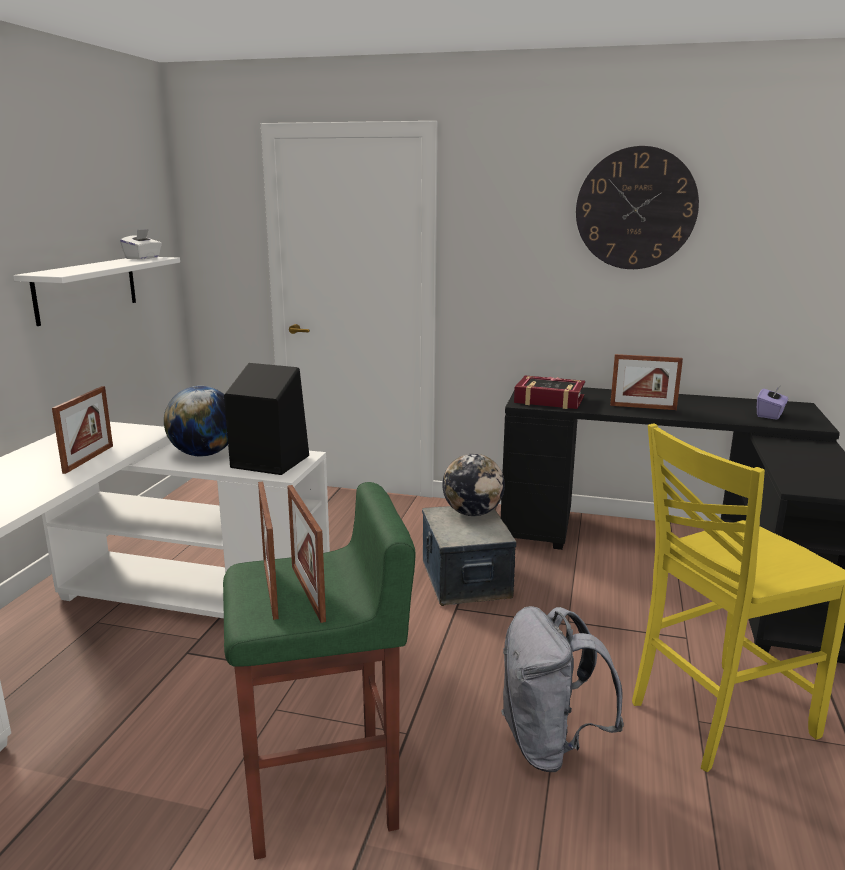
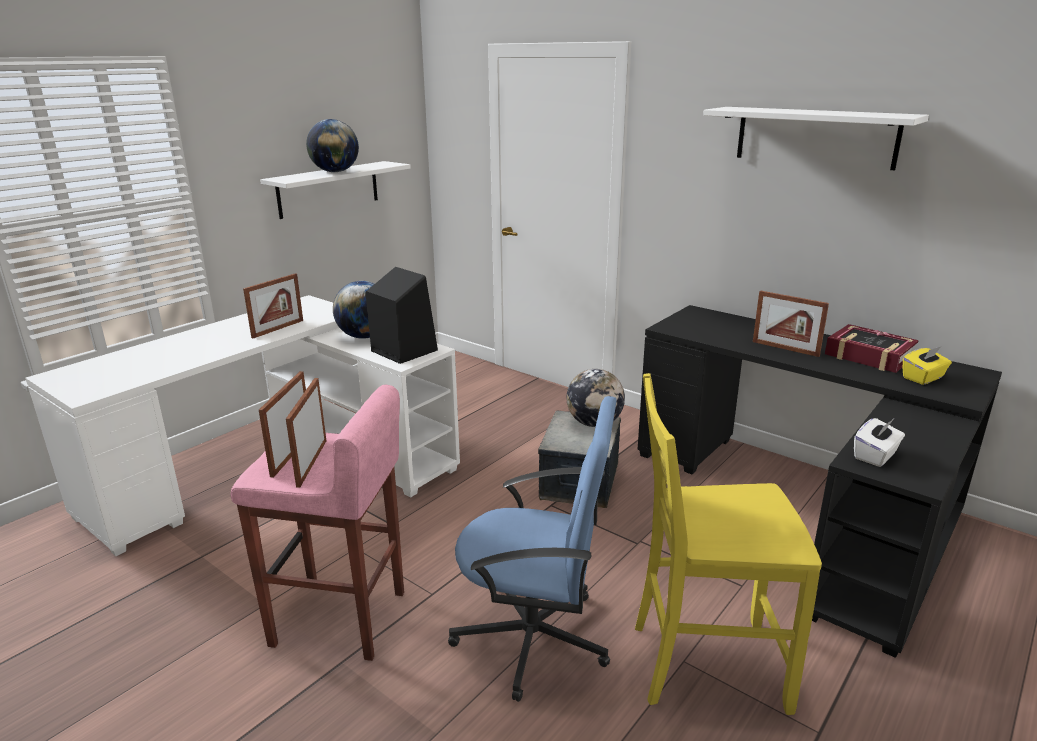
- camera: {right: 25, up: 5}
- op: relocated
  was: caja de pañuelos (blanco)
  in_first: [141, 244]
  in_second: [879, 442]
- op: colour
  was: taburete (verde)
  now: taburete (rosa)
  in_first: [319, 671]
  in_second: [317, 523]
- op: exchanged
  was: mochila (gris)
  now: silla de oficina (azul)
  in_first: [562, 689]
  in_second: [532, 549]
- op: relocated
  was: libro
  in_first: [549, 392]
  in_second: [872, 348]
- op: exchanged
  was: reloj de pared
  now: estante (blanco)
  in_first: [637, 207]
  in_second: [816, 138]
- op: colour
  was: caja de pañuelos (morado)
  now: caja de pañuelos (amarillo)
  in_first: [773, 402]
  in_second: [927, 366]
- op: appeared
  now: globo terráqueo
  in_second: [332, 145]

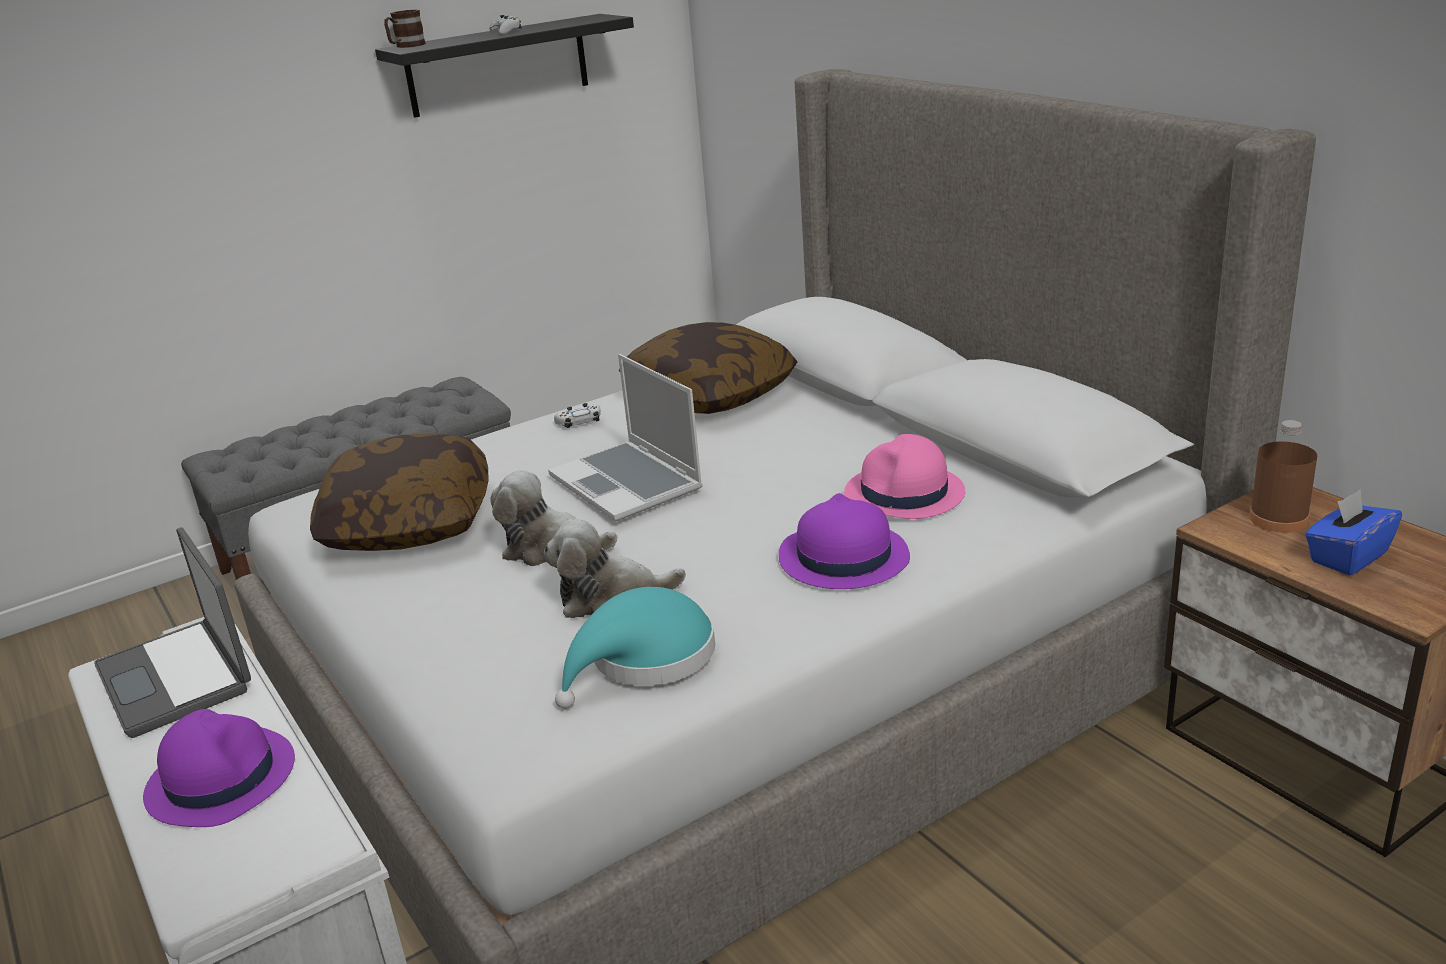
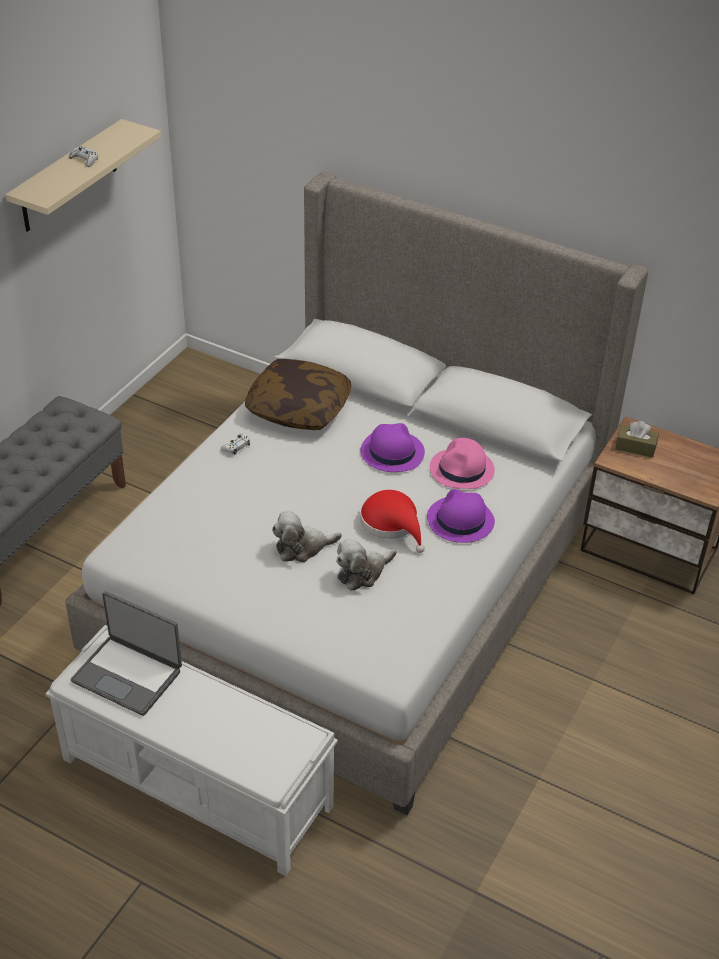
- camera: {right: -30, up: 15}
- op: relocated
  was: sombrero (morado)
  in_first: [219, 768]
  in_second: [393, 447]
- op: missing
  was: cojín
  in_first: [399, 492]
- op: colour
  was: estante (negro)
  now: estante (beis)
  in_first: [504, 66]
  in_second: [83, 175]
- op: missing
  was: taza grande (marrón)
  in_first: [405, 29]
- op: missing
  was: portátil
  in_first: [625, 437]
- op: missing
  was: sombrero (turquesa)
  in_first: [635, 648]
- op: exchanged
  was: botella (marrón)
  now: caja de pañuelos (marrón)
  in_first: [1283, 476]
  in_second: [637, 439]
- op: missing
  was: caja de pañuelos (azul)
  in_first: [1353, 532]
- op: appeared
  now: sombrero (rojo)
  in_second: [392, 521]

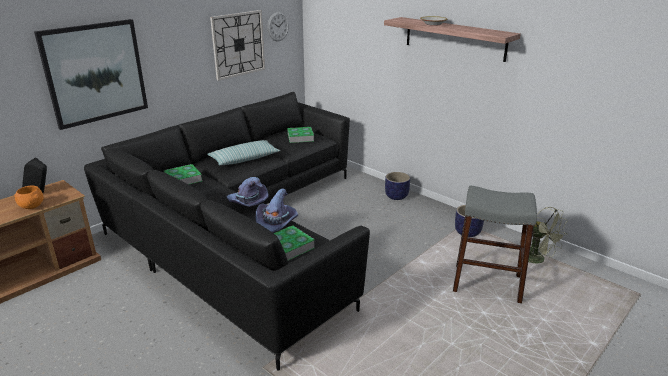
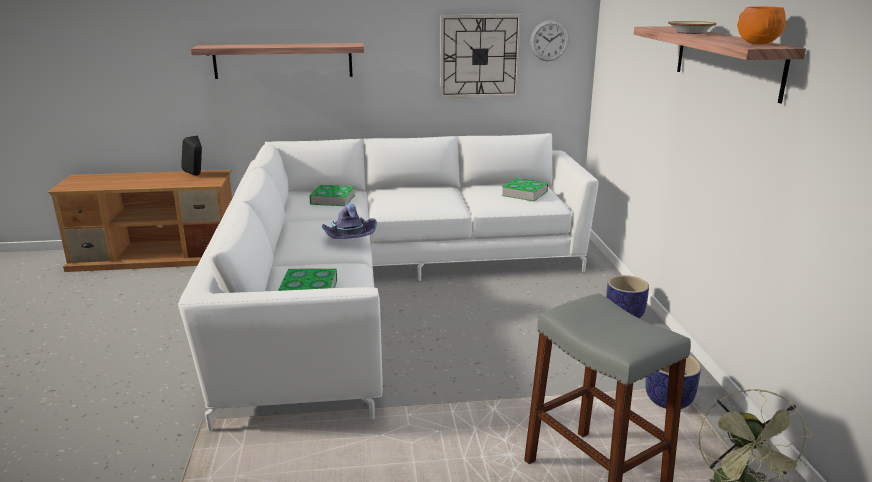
- camera: {right: 40, up: -5}
- op: relocated
  was: cuenco (naranja)
  in_first: [29, 197]
  in_second: [761, 26]
- op: exchanged
  was: cuadro
  now: estante
  in_first: [91, 74]
  in_second: [277, 61]
- op: colour
  was: sofá (negro)
  now: sofá (blanco)
  in_first: [227, 231]
  in_second: [388, 282]
- op: missing
  was: cojín
  in_first: [243, 152]
- op: missing
  was: sombrero (morado)
  in_first: [276, 210]

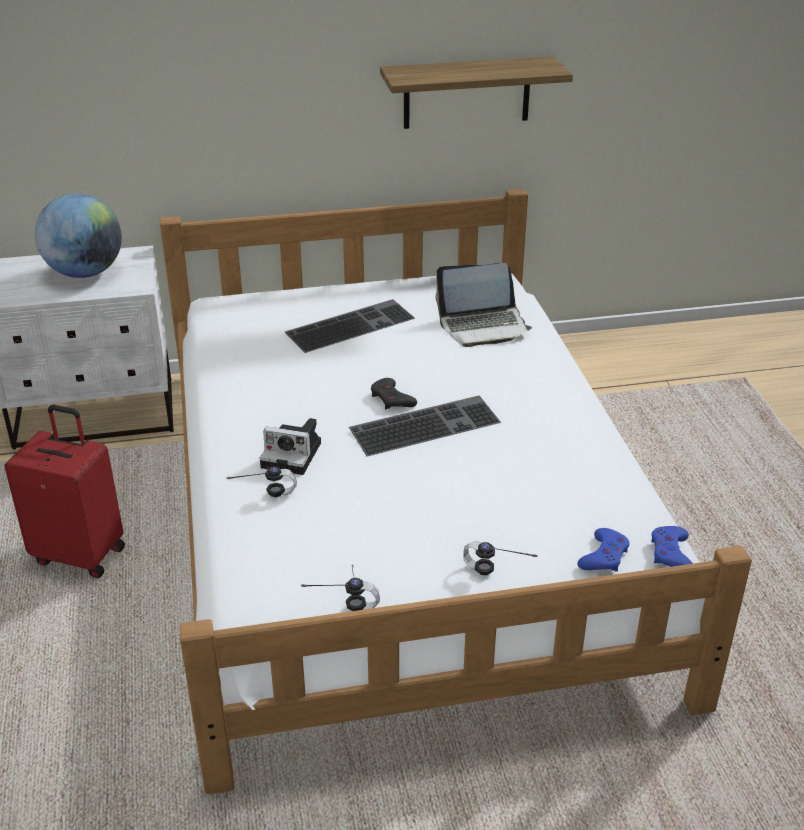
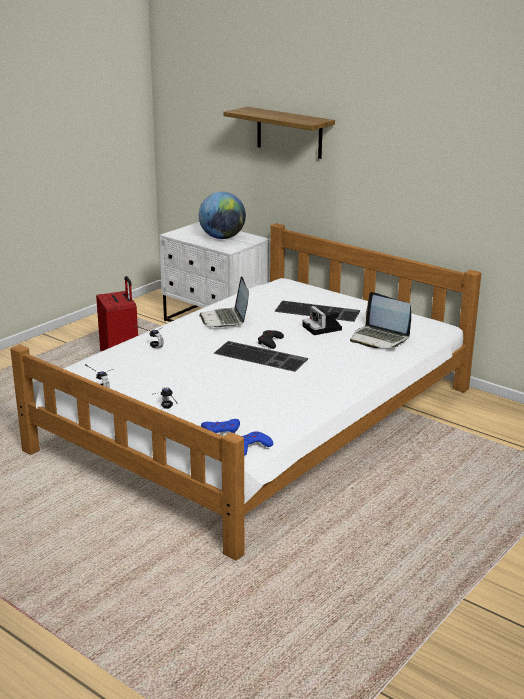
- camera: {right: 50, up: -10}
- op: relocated
  was: cámara
  in_first: [290, 446]
  in_second: [322, 320]
- op: relocated
  was: estante
  in_first: [476, 92]
  in_second: [279, 133]
- op: appeared
  now: portátil
  in_second: [224, 302]

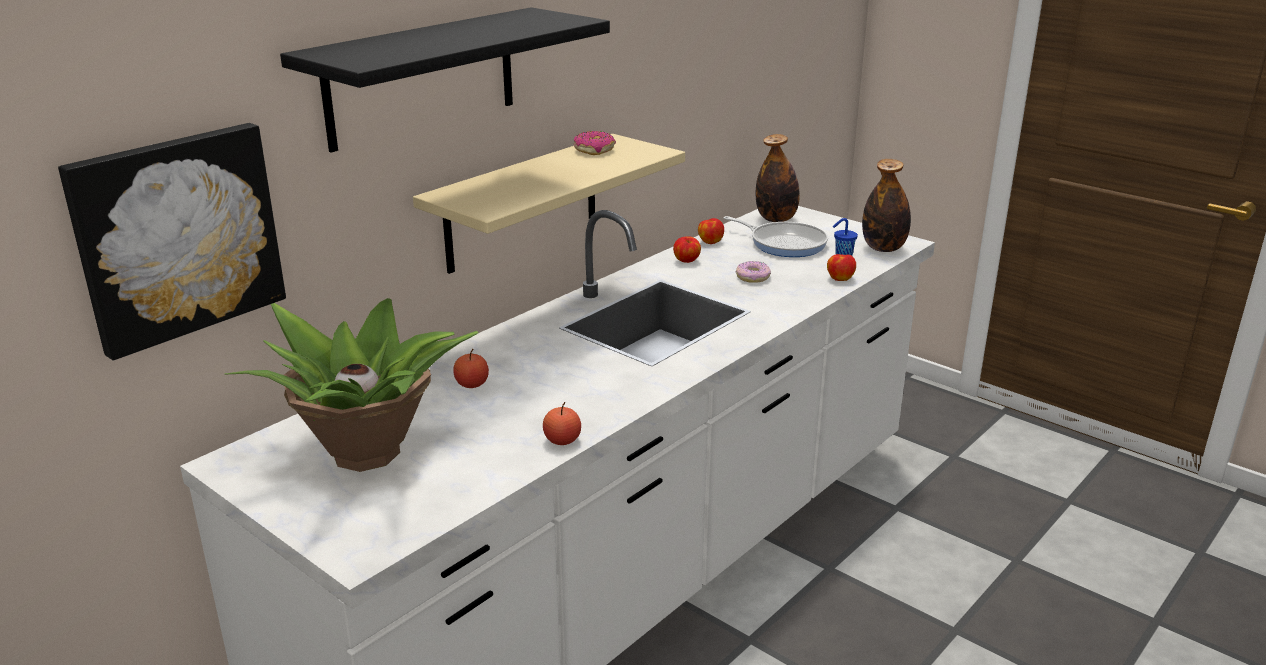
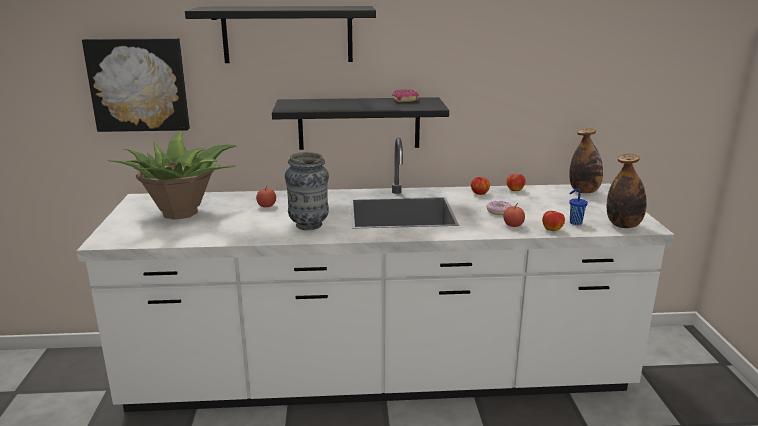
- camera: {right: 45, up: -5}
- op: colour
  was: estante (beis)
  now: estante (negro)
  in_first: [549, 204]
  in_second: [360, 123]
- op: relocated
  was: manzana
  in_first: [562, 423]
  in_second: [514, 215]
- op: missing
  was: sartén
  in_first: [775, 236]
- op: appeared
  now: florero
  in_second: [307, 191]

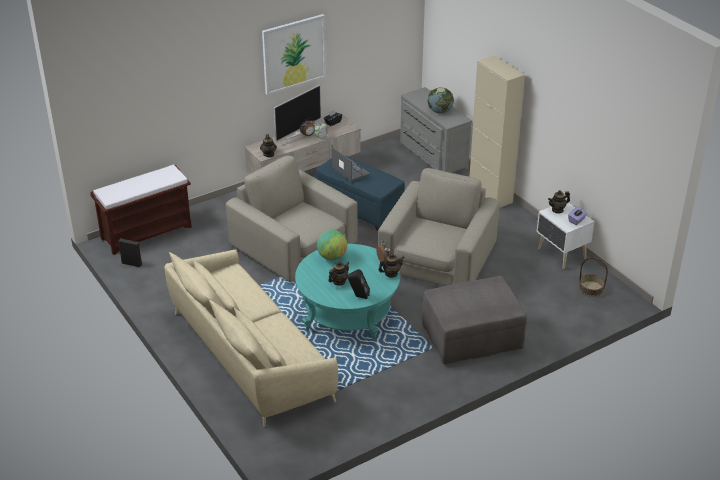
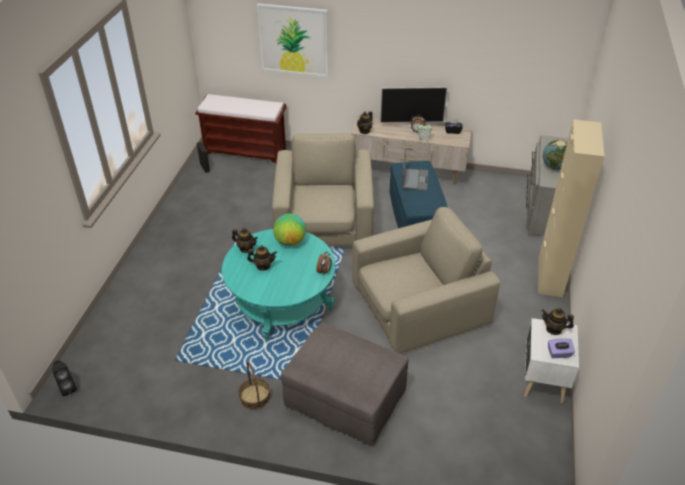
- camera: {right: 45, up: 5}
- op: missing
  was: sofá (beis)
  in_first: [251, 338]
- op: relocated
  was: cuadro
  in_first: [294, 54]
  in_second: [293, 40]
- op: relocated
  was: altavoz (negro)
  in_first: [358, 284]
  in_second: [64, 378]
- op: relocated
  was: tetera
  in_first: [391, 266]
  in_second: [245, 240]
- op: relocated
  was: cesta
  in_first: [593, 277]
  in_second: [254, 385]

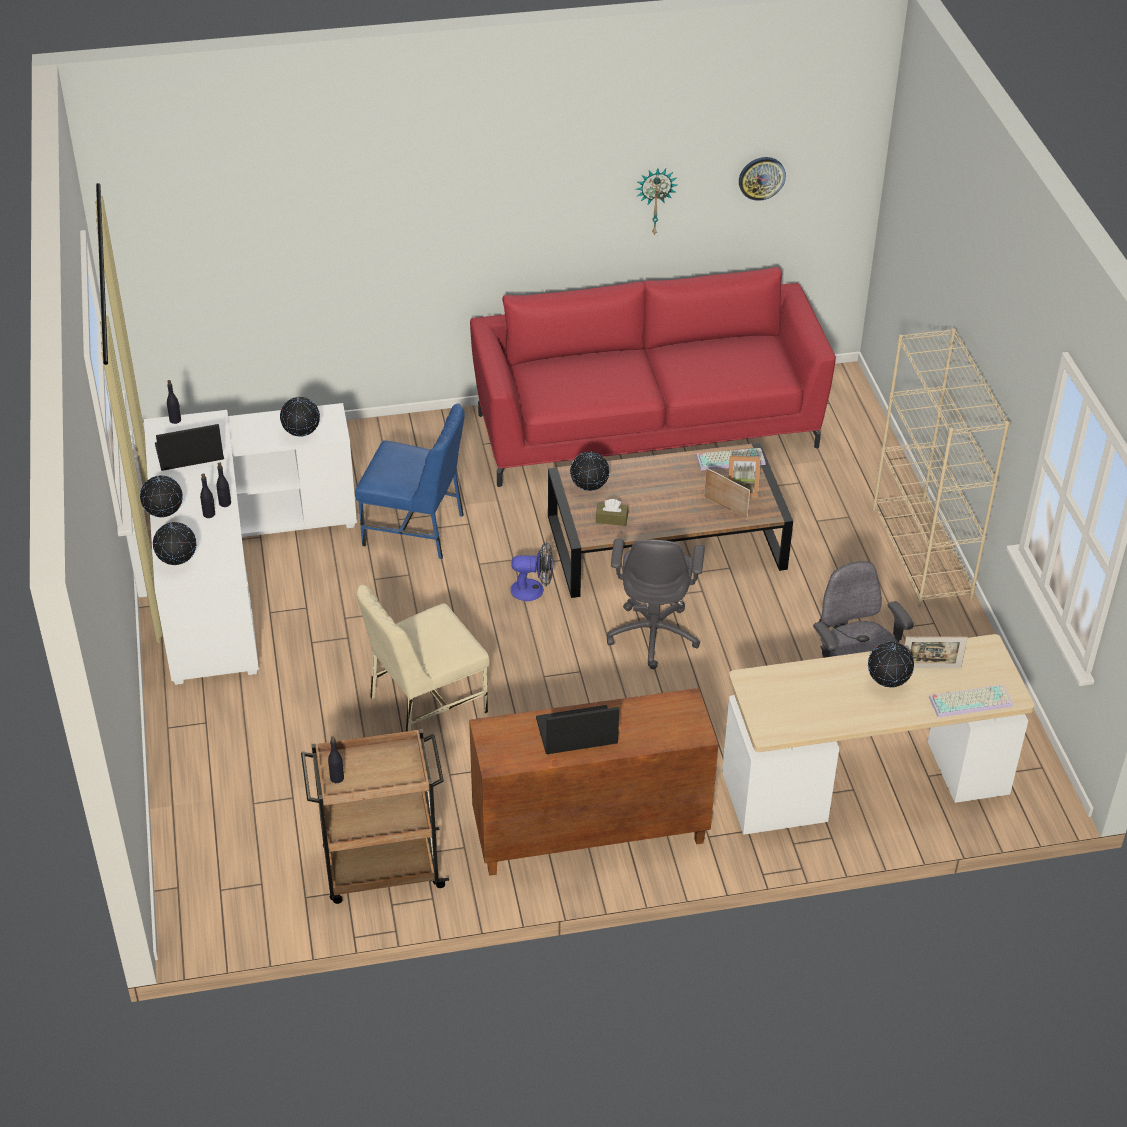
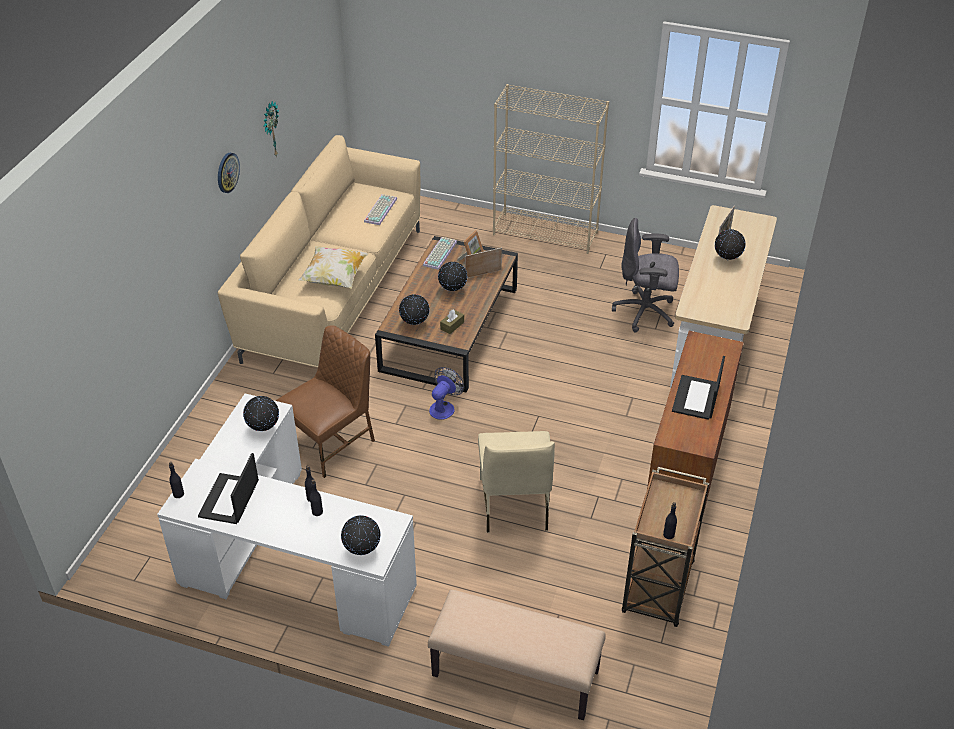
- camera: {right: -60, up: 0}
- op: relocated
  was: globo terráqueo
  in_first: [161, 496]
  in_second: [452, 276]
- op: colour
  was: silla (azul)
  now: silla (marrón)
  in_first: [410, 481]
  in_second: [325, 401]
- op: colour
  was: sofá (rojo)
  now: sofá (beis)
  in_first: [653, 377]
  in_second: [319, 251]
- op: missing
  was: silla de oficina (gris)
  in_first: [656, 604]
- op: relocated
  was: reloj de pared
  in_first: [762, 179]
  in_second: [229, 173]
- op: relocated
  was: teclado
  in_first: [971, 701]
  in_second: [380, 209]
- op: appeared
  now: cojín
  in_second: [333, 267]
- op: appeared
  now: banco (beis)
  in_second: [517, 655]

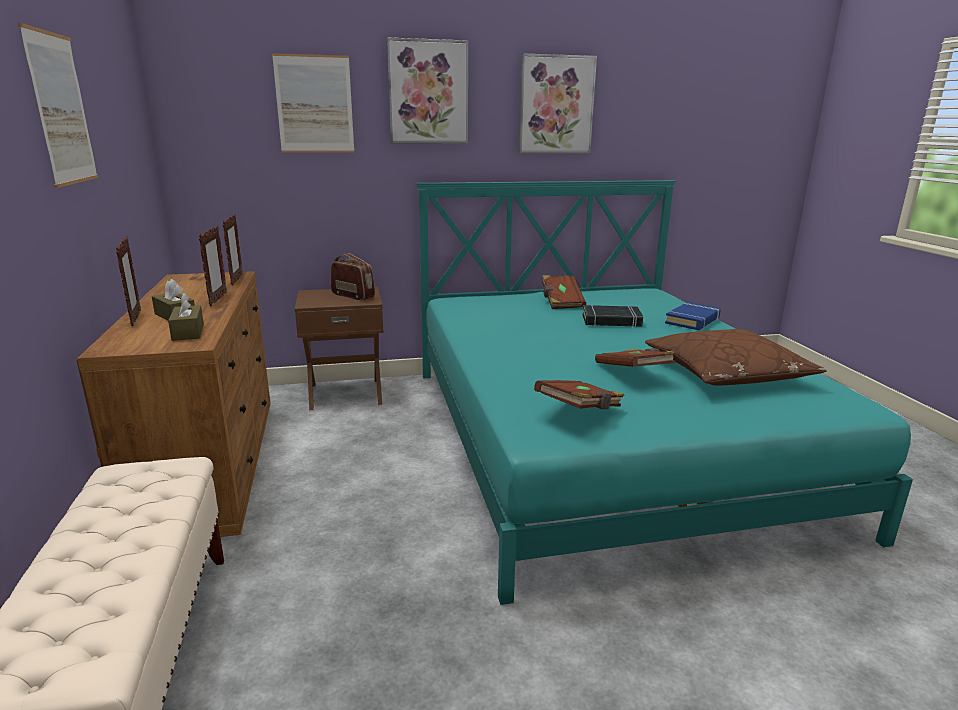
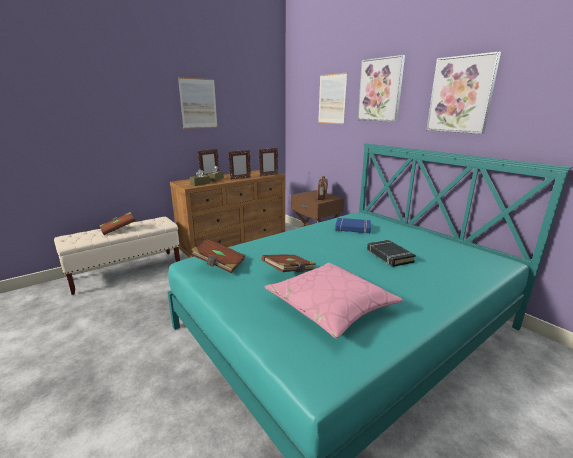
- camera: {right: 65, up: 0}
- op: relocated
  was: libro (marrón)
  in_first: [564, 292]
  in_second: [117, 223]
- op: colour
  was: cojín (marrón)
  now: cojín (rosa)
  in_first: [736, 357]
  in_second: [334, 301]
- op: relocated
  was: libro (azul)
  in_first: [693, 316]
  in_second: [353, 226]

